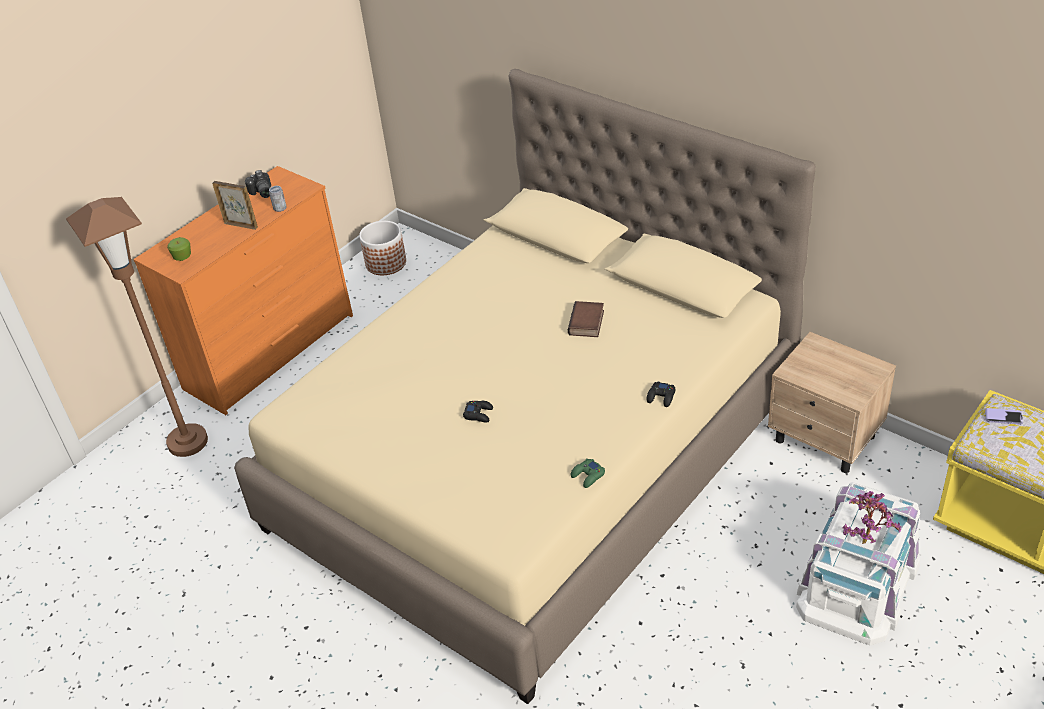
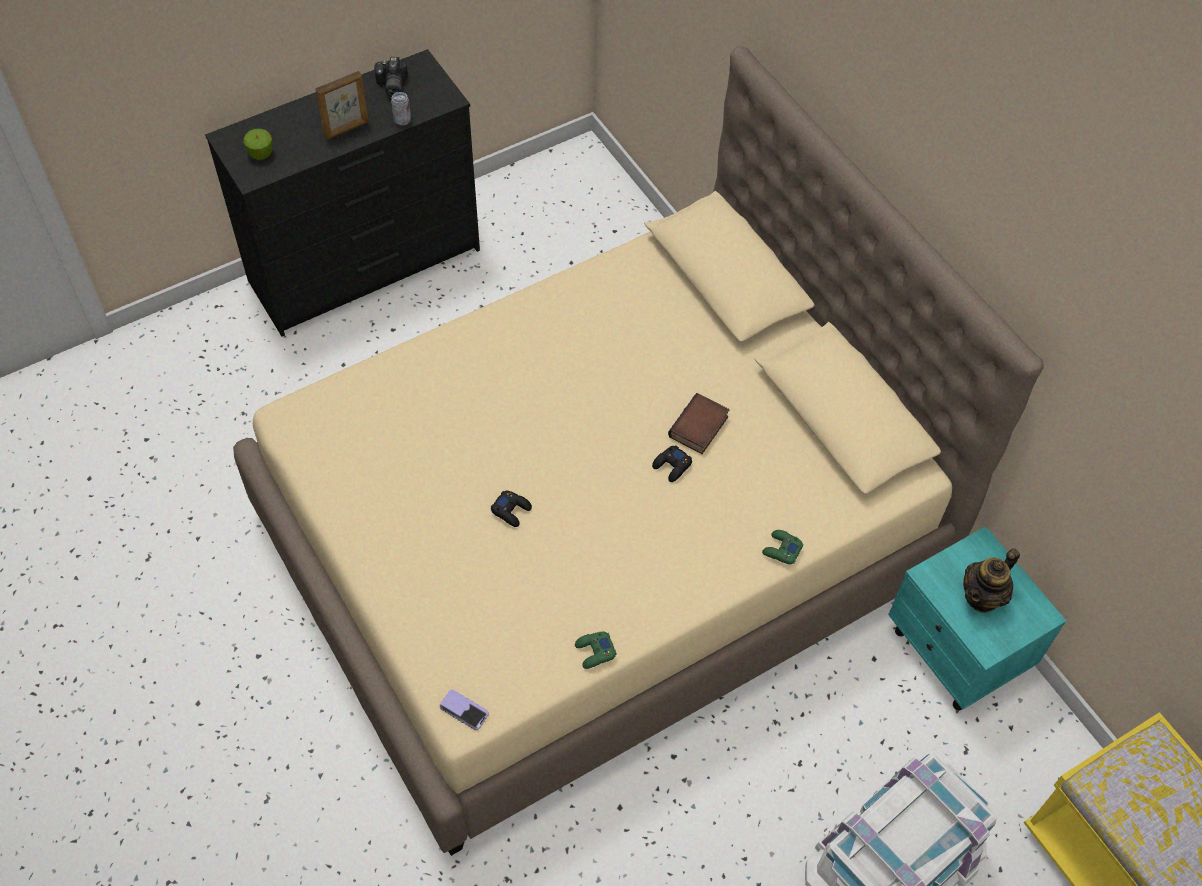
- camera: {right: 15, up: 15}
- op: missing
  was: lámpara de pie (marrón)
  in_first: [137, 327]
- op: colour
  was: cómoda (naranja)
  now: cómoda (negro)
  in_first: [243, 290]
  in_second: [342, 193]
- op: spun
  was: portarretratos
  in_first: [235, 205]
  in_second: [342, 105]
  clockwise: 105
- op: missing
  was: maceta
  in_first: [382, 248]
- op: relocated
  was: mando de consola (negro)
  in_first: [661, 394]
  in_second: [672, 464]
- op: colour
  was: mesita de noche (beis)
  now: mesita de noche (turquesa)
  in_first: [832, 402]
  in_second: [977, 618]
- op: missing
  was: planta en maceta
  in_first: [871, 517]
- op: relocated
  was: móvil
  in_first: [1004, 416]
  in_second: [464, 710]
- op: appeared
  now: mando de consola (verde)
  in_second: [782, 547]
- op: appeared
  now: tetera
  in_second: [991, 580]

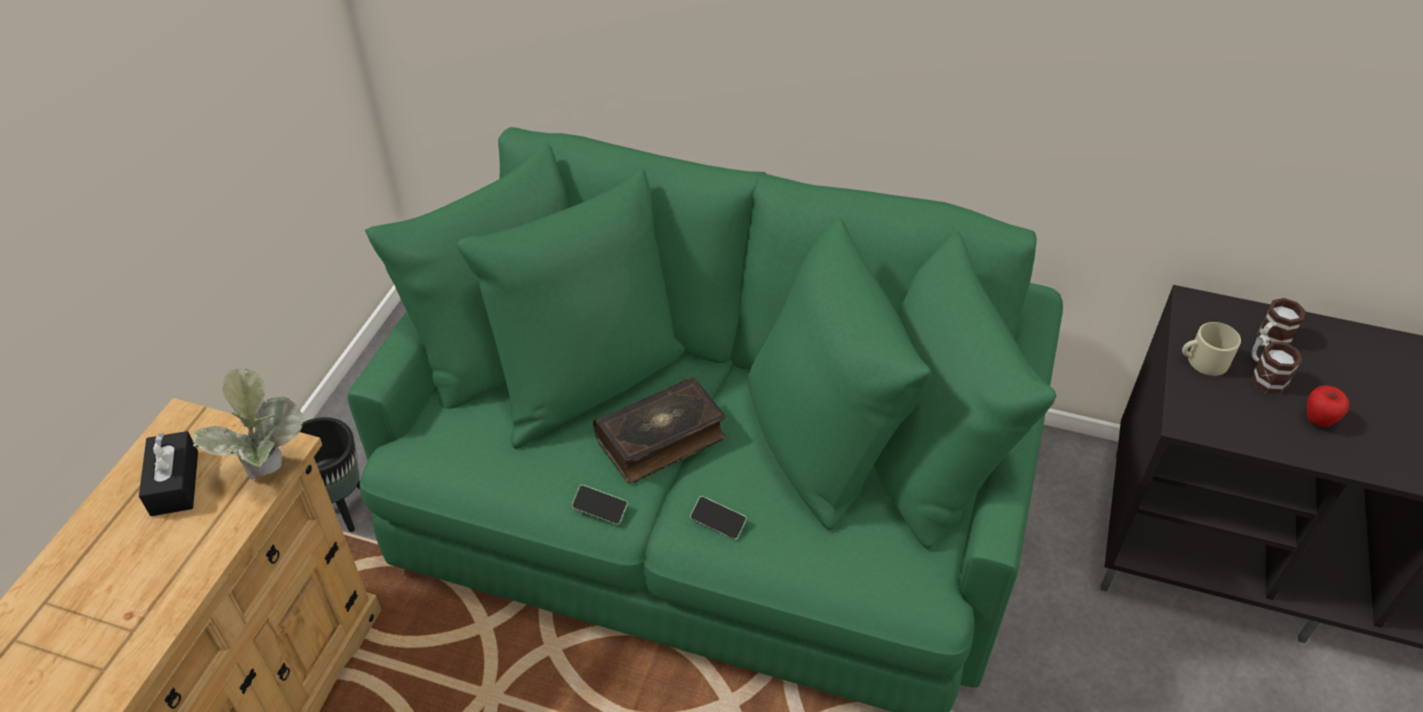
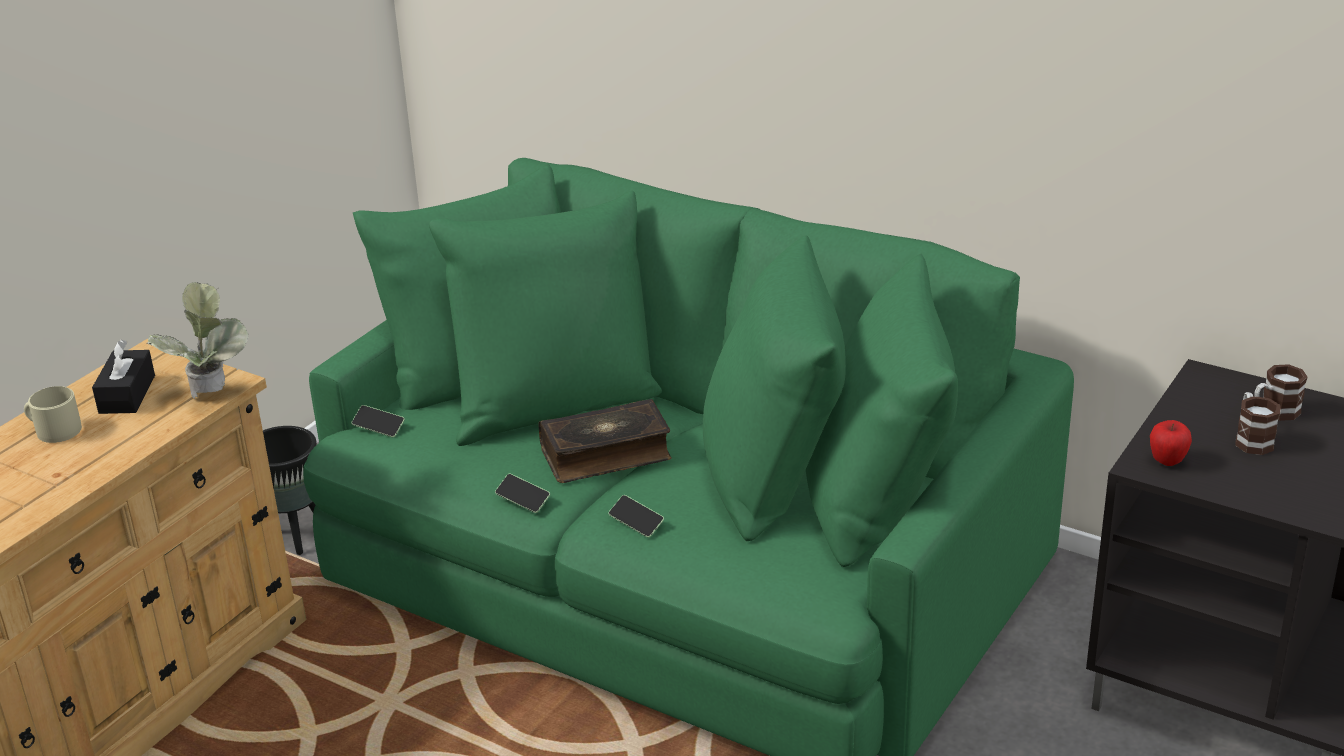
- camera: {right: 15, up: -15}
- op: relocated
  was: taza grande (beis)
  in_first: [1211, 349]
  in_second: [53, 414]
- op: relocated
  was: manzana
  in_first: [1328, 406]
  in_second: [1171, 443]
- op: appeared
  now: móvil
  in_second: [378, 421]

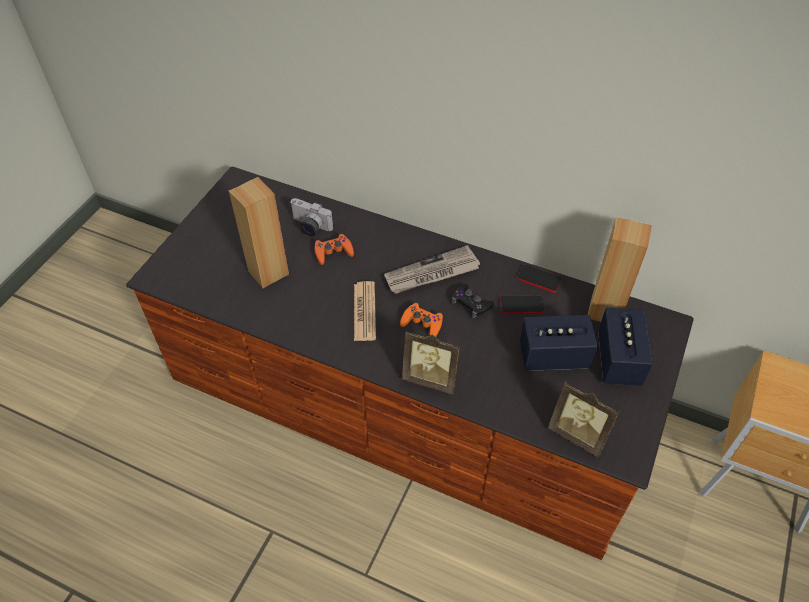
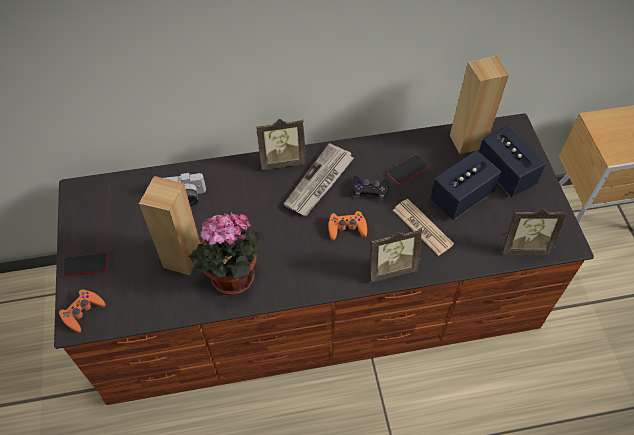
- camera: {right: -35, up: 5}
- op: relocated
  was: mando de consola (naranja)
  in_first: [334, 249]
  in_second: [82, 311]
- op: relocated
  was: periódico
  in_first: [365, 311]
  in_second: [423, 227]
- op: relocated
  was: móvil
  in_first: [539, 278]
  in_second: [85, 265]
- op: appeared
  now: planta en maceta
  in_second: [226, 253]
- op: appeared
  now: portarretratos
  in_second: [281, 144]

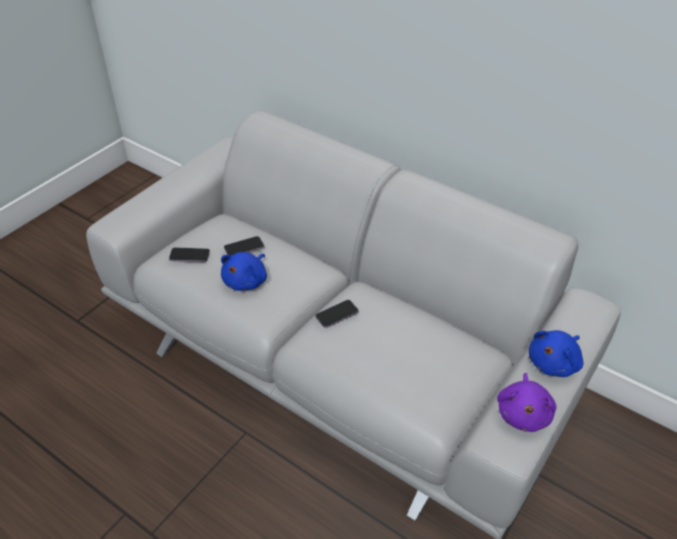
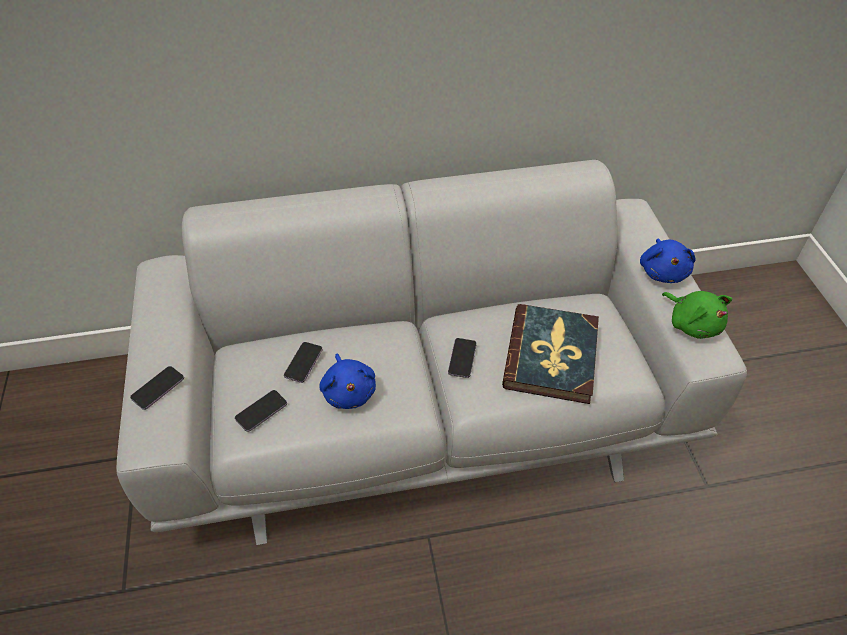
- camera: {right: -45, up: 5}
- op: colour
  was: peluche (morado)
  now: peluche (verde)
  in_first: [527, 402]
  in_second: [697, 315]
- op: appeared
  now: móvil
  in_second: [157, 388]
- op: appeared
  now: libro
  in_second: [550, 354]

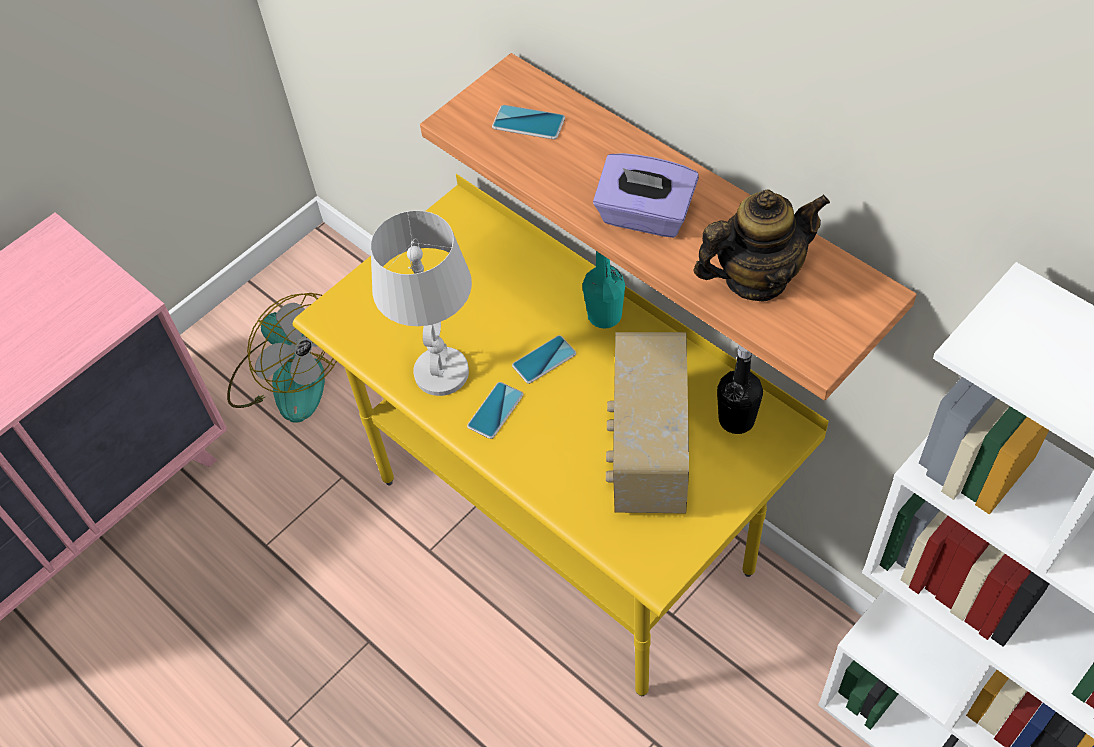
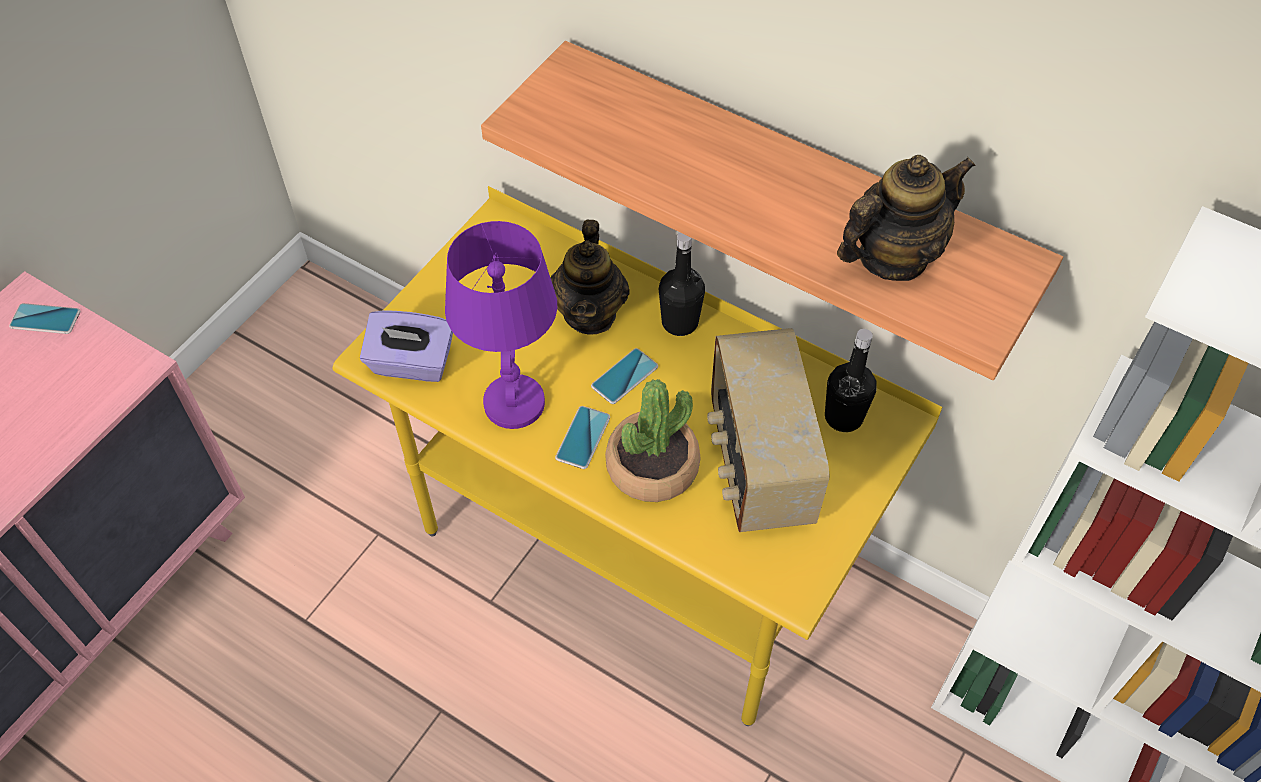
- camera: {right: -15, up: 0}
- op: missing
  was: ventilador
  in_first: [282, 358]
- op: colour
  was: lámpara de mesa (blanco)
  now: lámpara de mesa (morado)
  in_first: [421, 303]
  in_second: [501, 325]
- op: relocated
  was: móvil
  in_first: [528, 122]
  in_second: [44, 318]
- op: colour
  was: botella (turquesa)
  now: botella (negro)
  in_first: [603, 290]
  in_second: [682, 284]
- op: relocated
  was: caja de pañuelos (morado)
  in_first: [646, 195]
  in_second: [406, 346]
- op: appeared
  now: tetera
  in_second: [590, 277]
- op: appeared
  now: planta en maceta
  in_second: [652, 440]

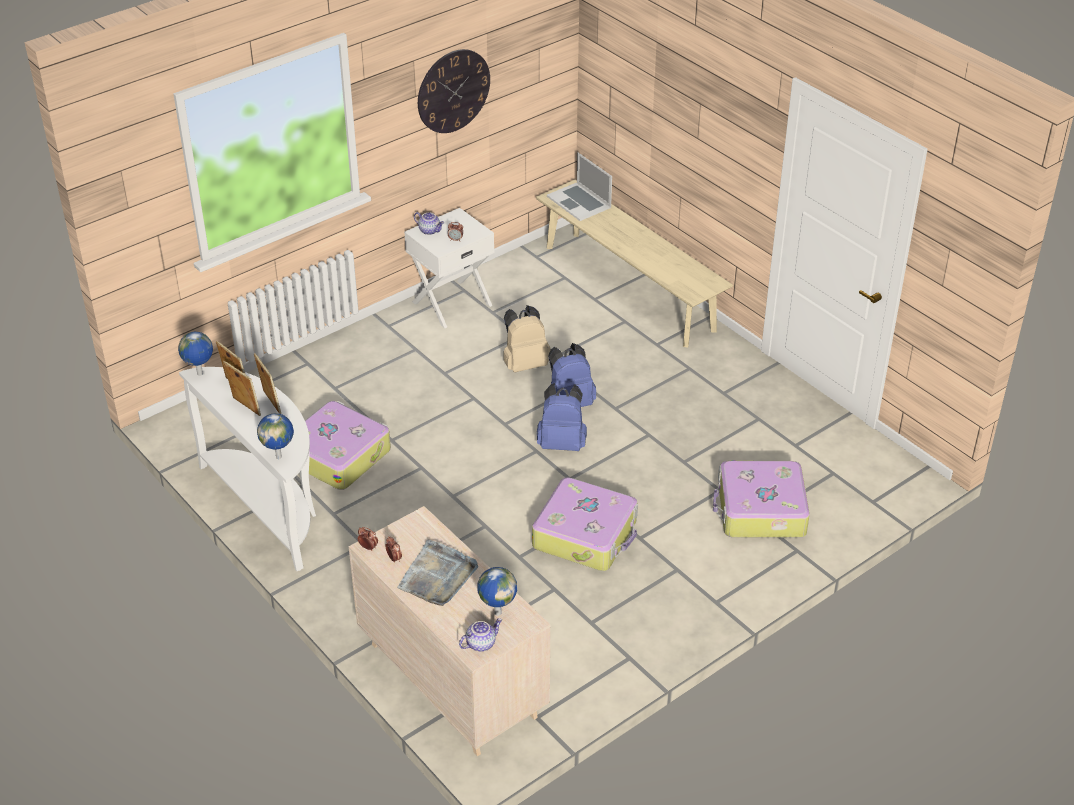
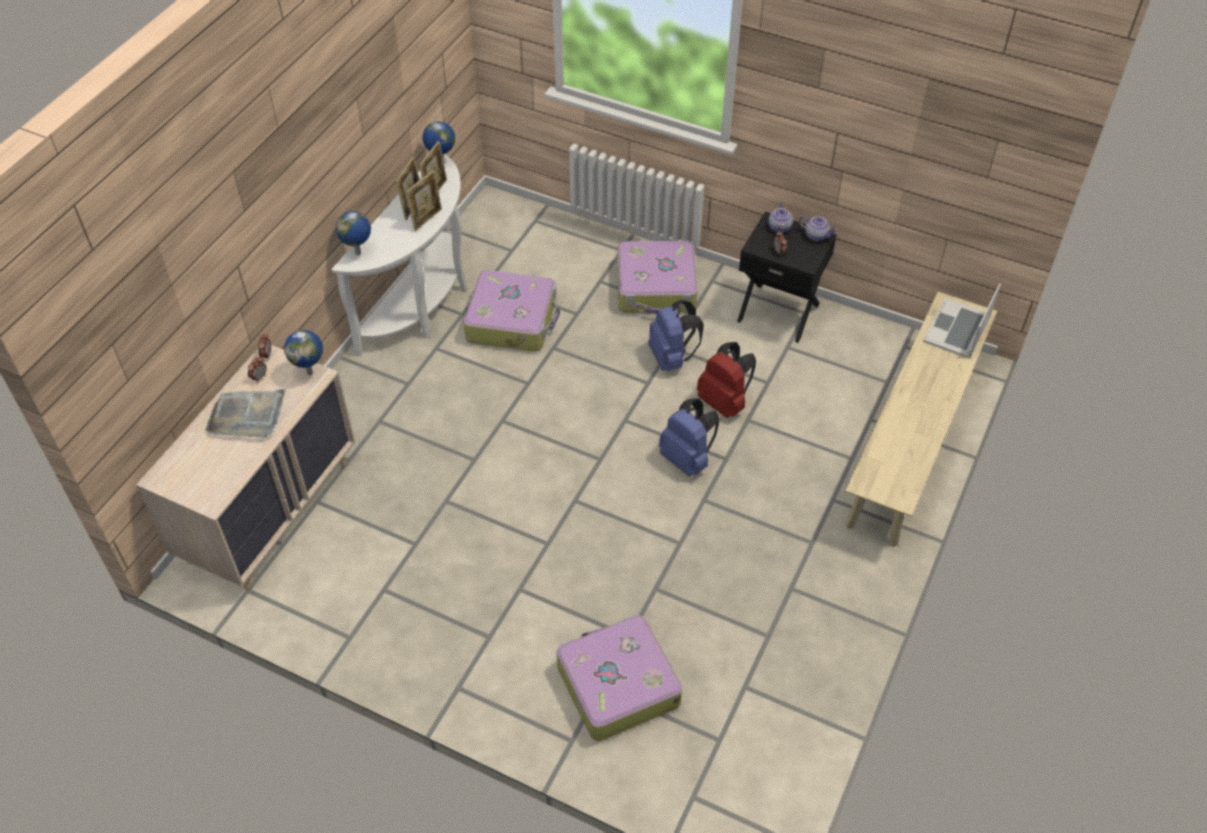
- camera: {right: 65, up: 10}
- op: colour
  was: mesita de noche (blanco)
  now: mesita de noche (negro)
  in_first: [449, 268]
  in_second: [787, 277]
- op: missing
  was: reloj de pared
  in_first: [454, 91]
- op: relocated
  was: tetera
  in_first: [480, 635]
  in_second: [818, 228]
- op: relocated
  was: globo terráqueo
  in_first: [497, 591]
  in_second: [303, 352]
- op: colour
  was: mochila (beis)
  now: mochila (rojo)
  in_first: [527, 339]
  in_second: [726, 380]
- op: relocated
  was: maleta
  in_first: [585, 524]
  in_second: [657, 277]
- op: relocated
  was: mochila (azul)
  in_first: [562, 417]
  in_second: [676, 335]

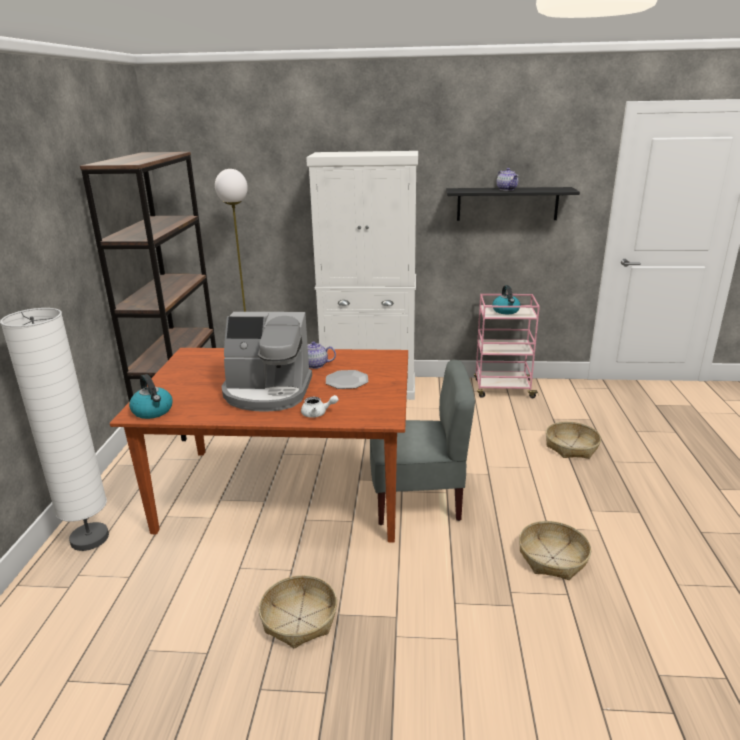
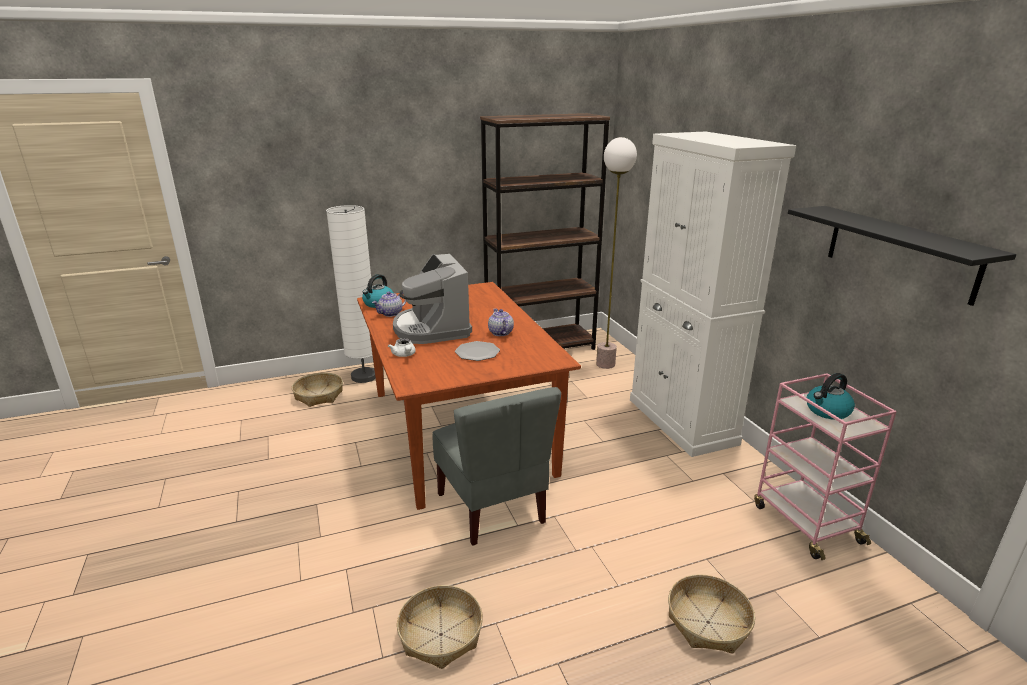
- camera: {right: 65, up: 0}
- op: relocated
  was: cesta
  in_first: [298, 611]
  in_second: [317, 390]
- op: relocated
  was: tetera
  in_first: [508, 179]
  in_second: [389, 304]

